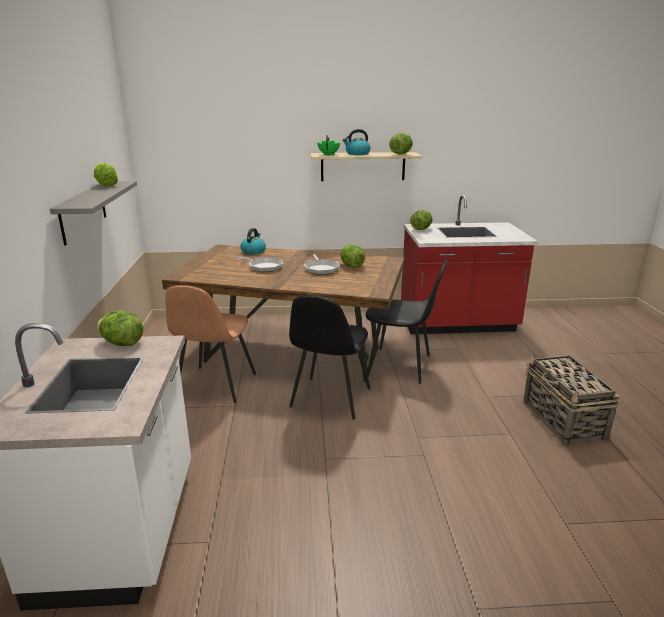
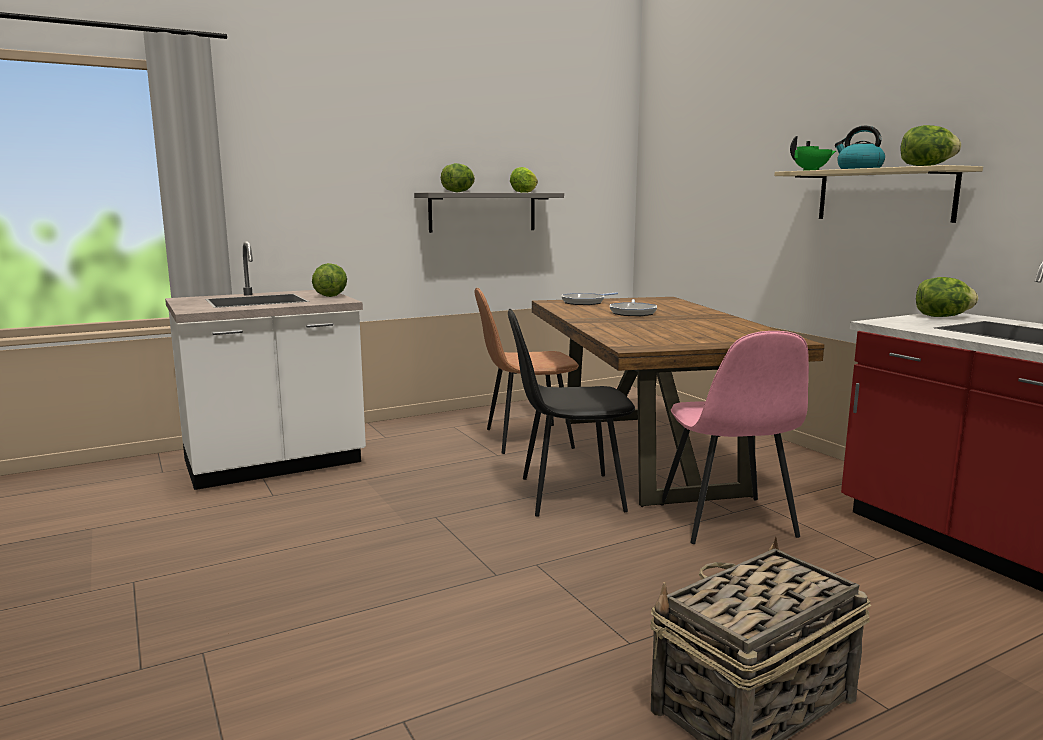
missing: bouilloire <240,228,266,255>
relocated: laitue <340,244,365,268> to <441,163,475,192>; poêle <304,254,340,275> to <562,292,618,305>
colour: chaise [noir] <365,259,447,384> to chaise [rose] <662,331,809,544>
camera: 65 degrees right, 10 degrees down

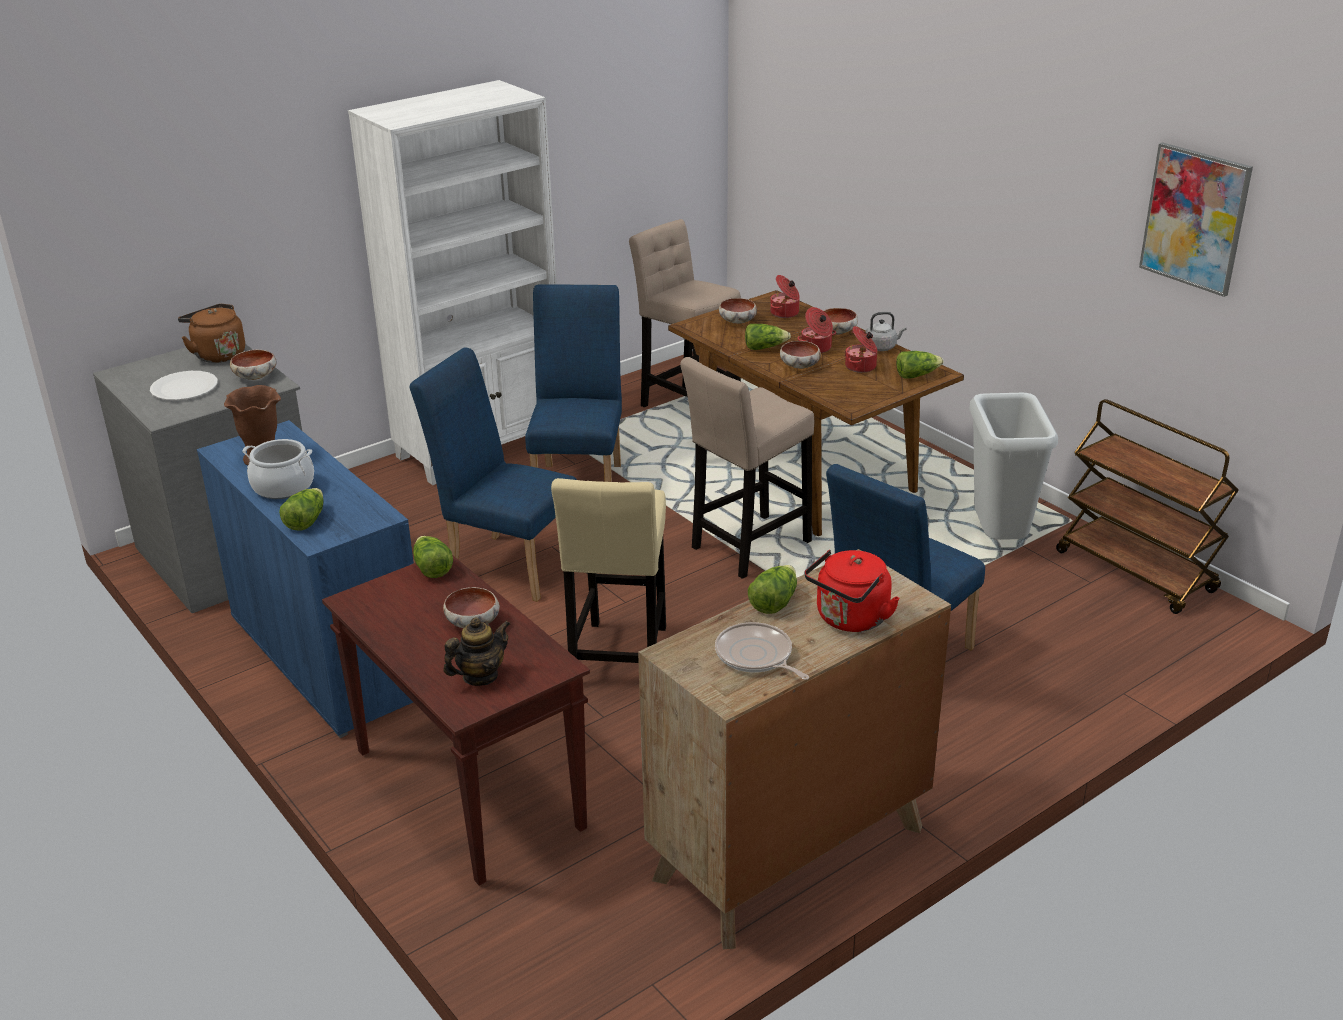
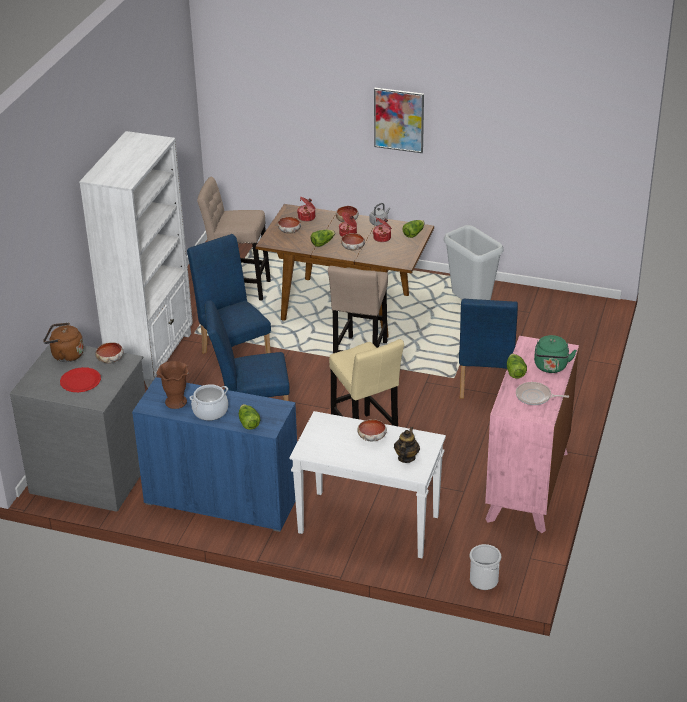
missing: chariot [marron] <1056,399,1239,614>; laitue <413,536,453,578>
appeared: seau <470,544,501,590>
relocated: tableau <1139,142,1253,297> to <374,88,424,153>
colour: assiette [blanc] <150,371,218,400> to assiette [rouge] <60,367,101,392>; commode [marron] <638,549,951,949> to commode [rose] <485,336,579,533>; bouilloire [rouge] <805,550,900,632> to bouilloire [vert] <534,335,577,373>; table console [marron] <322,555,590,886> to table console [blanc] <289,411,446,558>
camera: 35 degrees left, 5 degrees up

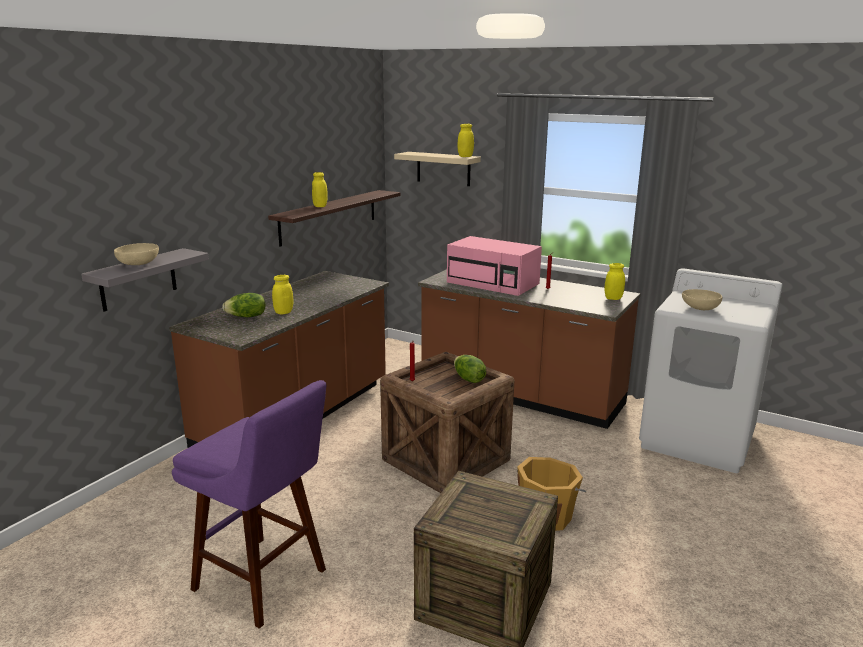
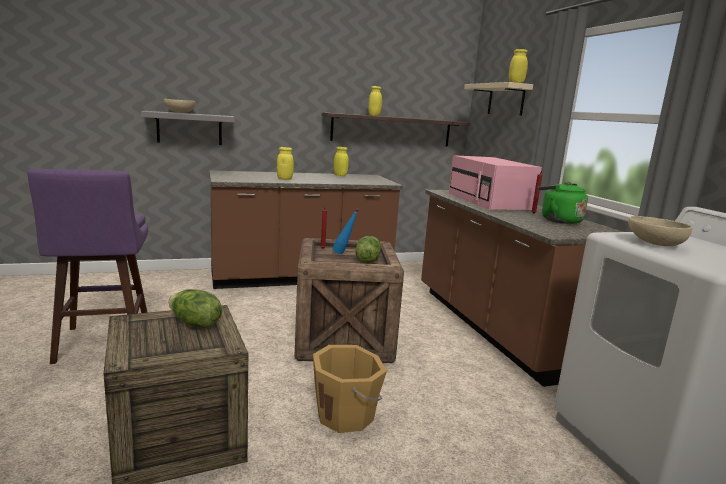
appeared: bouilloire [vert] <538,182,588,224>; bouteille [bleu] <332,208,359,254>
relocated: bocal [jaune] <604,263,625,300> to <333,147,349,176>; laitue <222,293,266,317> to <169,289,222,328>
camera: 40 degrees right, 5 degrees down

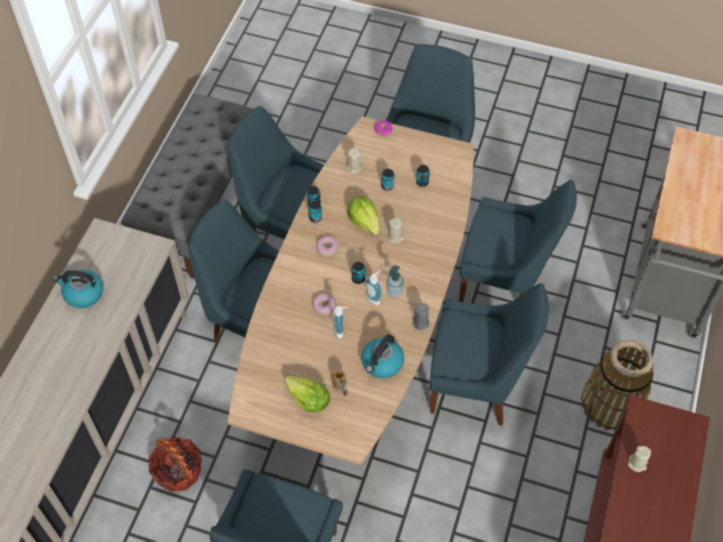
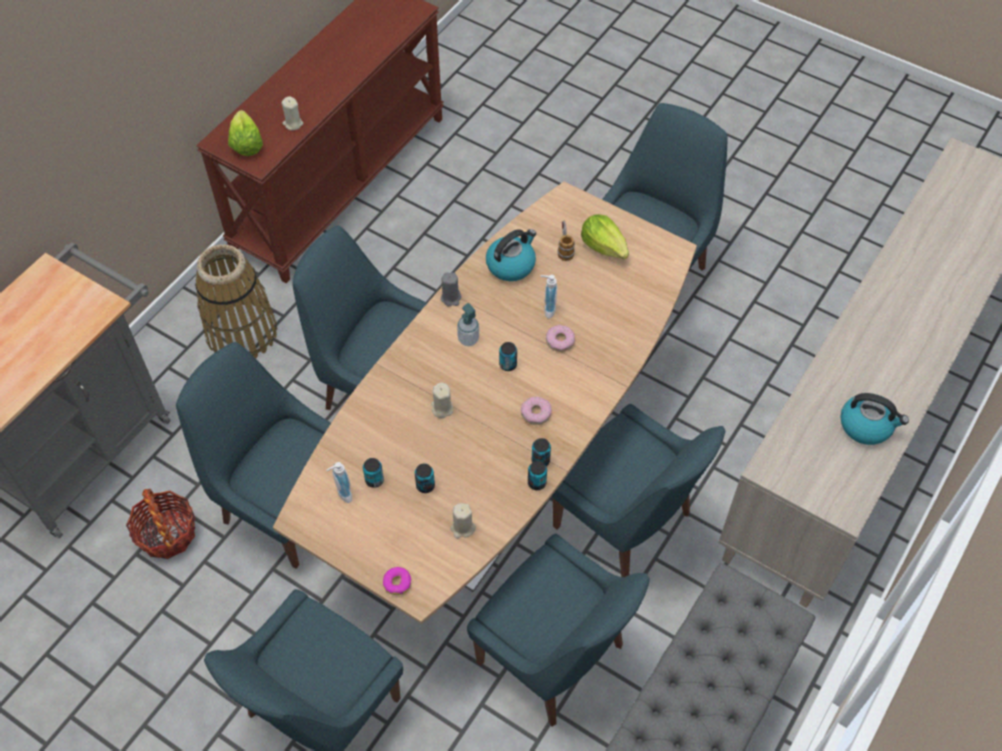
relocated: laitue <348,197,380,235> to <228,110,263,156>; distributeur de savon <365,271,382,305> to <327,462,352,503>; panier <149,436,202,492> to <126,489,195,559>
camera: 165 degrees left, 0 degrees up

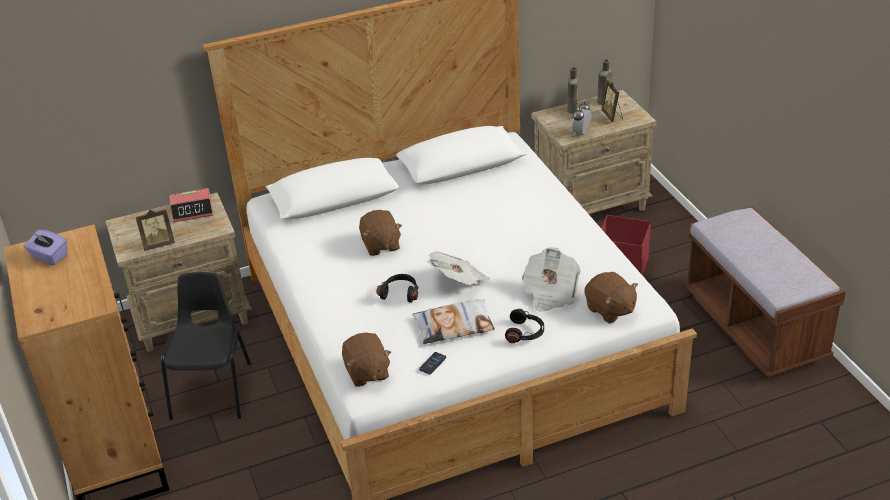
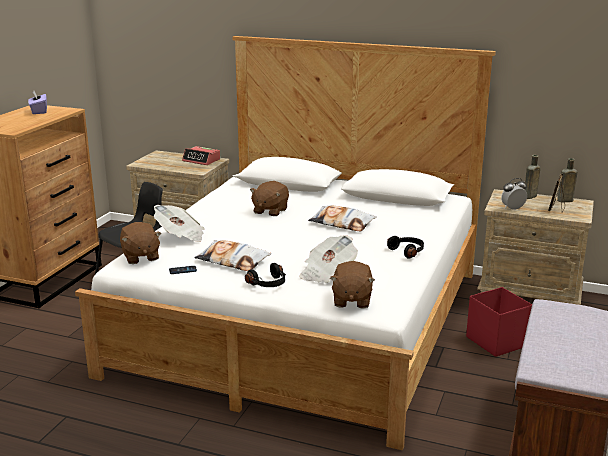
missing: cadre photo <136,210,175,251>
appeared: coussin <308,206,377,232>
relocated: journal <427,252,489,285> to <154,205,205,242>; casque audio [noir] <376,274,418,303> to <387,236,424,258>
spun: peluche [marron] <342,333,391,387> = <120,222,161,264> 45 degrees counterclockwise
camera: 40 degrees right, 15 degrees down

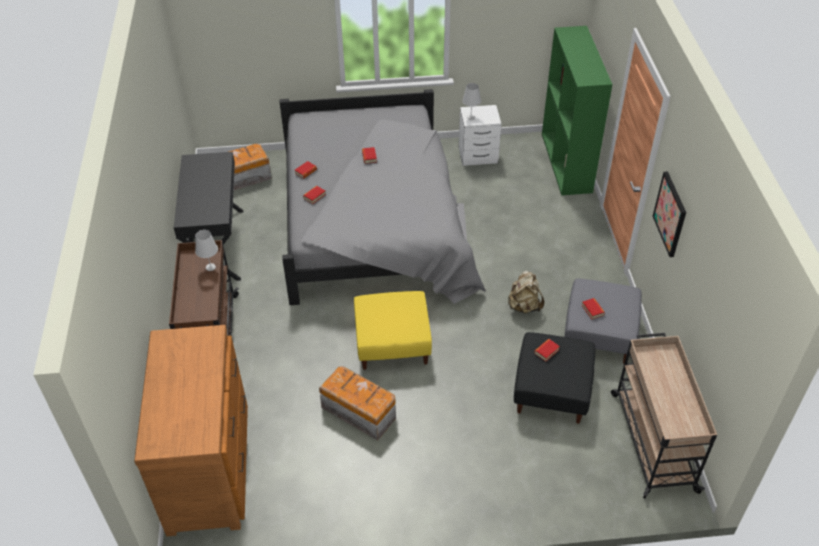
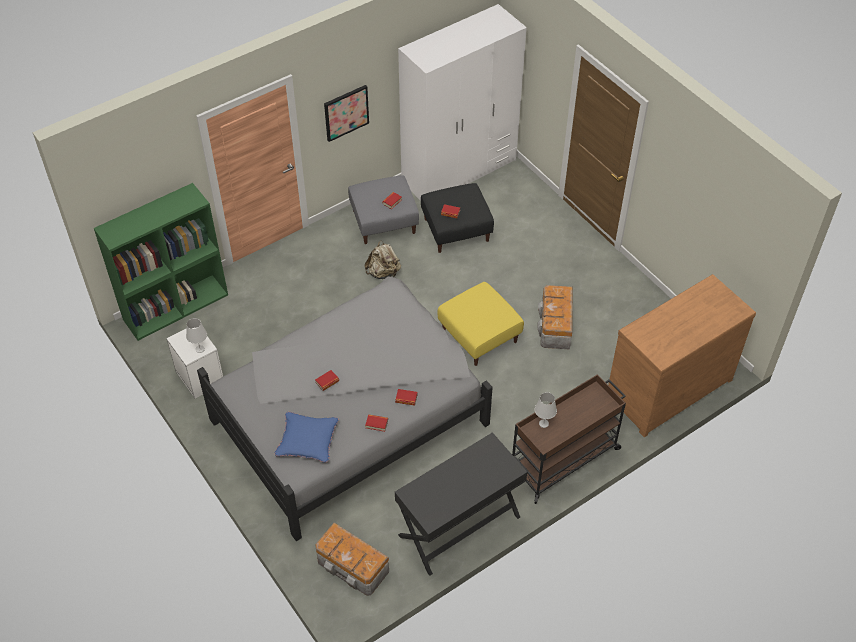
appeared: coussin [bleu] <274,412,339,463>
exchanged: chariot [beige] <611,333,717,499> to armoire [blanc] <398,4,527,201>
camera: 120 degrees left, 5 degrees up

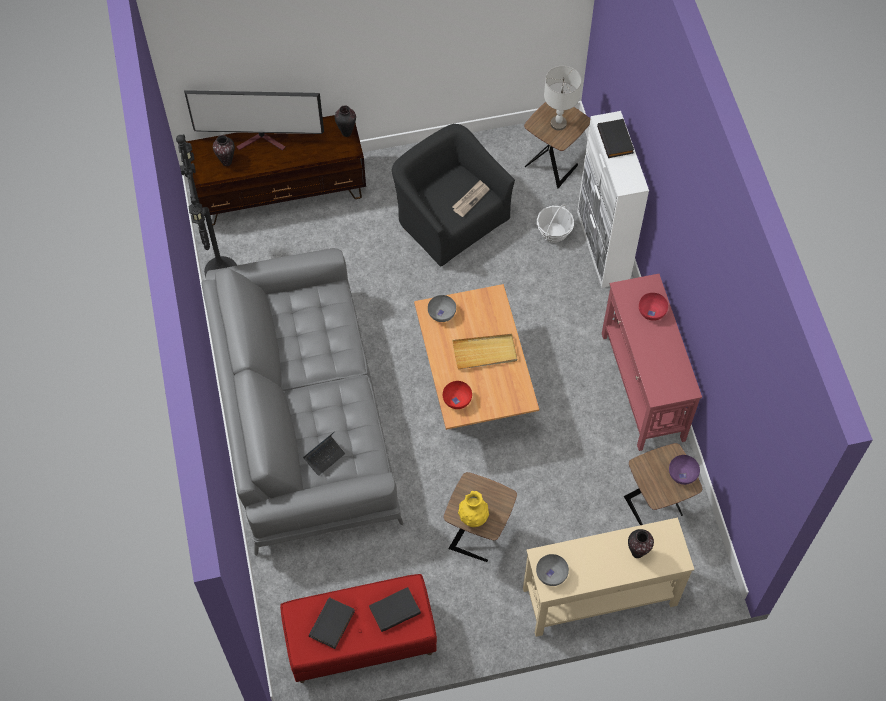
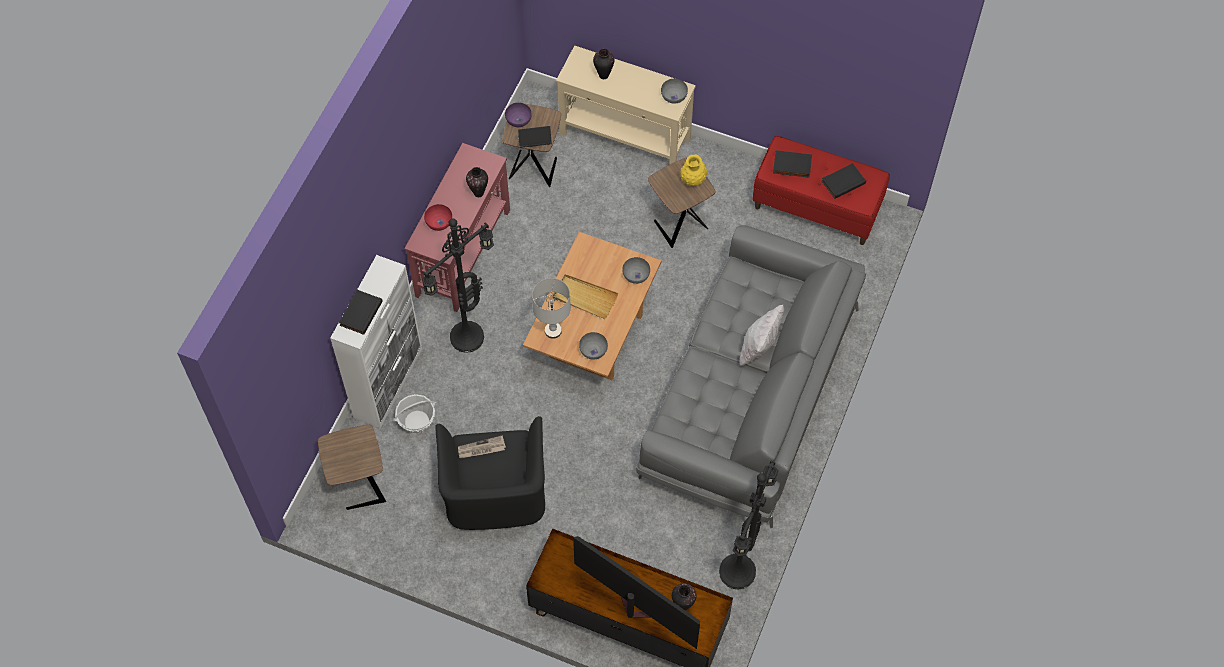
appeared: lampadaire [noir] <422,218,494,353>; coussin [blanc] <739,305,784,366>
relocated: lampe de table [gris] <544,66,581,131> to <532,278,571,339>; vase <335,105,356,137> to <466,167,488,197>; ordinateur portable <303,432,345,476> to <518,126,552,148>
colour: bol [rouge] <443,381,472,409> to bol [gris] <622,257,650,284>
camera: 145 degrees left, 0 degrees up

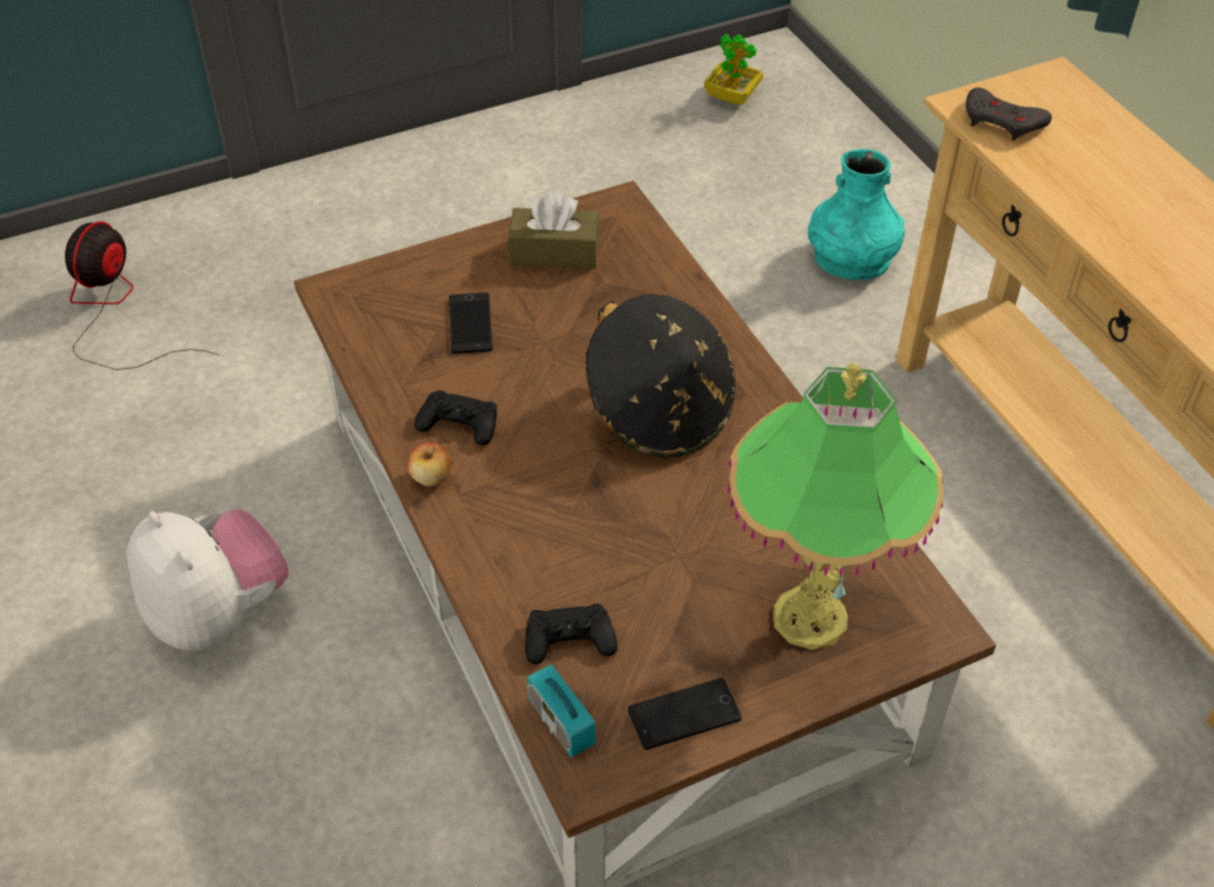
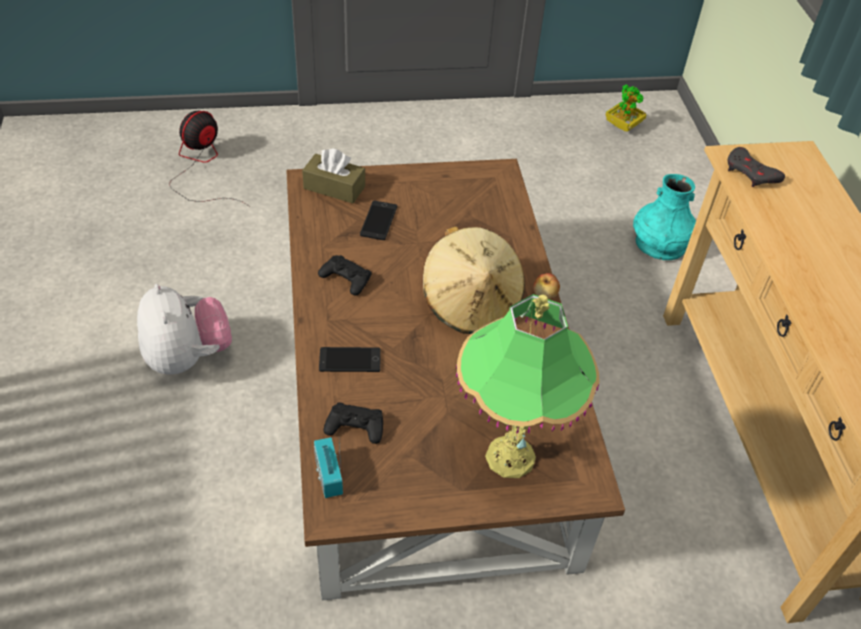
relocated: boîte à mouchoirs [marron] <508,192,599,269> to <302,148,365,203>; pomme <408,442,451,486> to <533,273,560,300>; téléphone <628,678,742,750> to <319,347,380,372>
colour: chapeau [noir] <586,294,736,458> to chapeau [beige] <423,226,525,334>
camera: 15 degrees right, 0 degrees up

